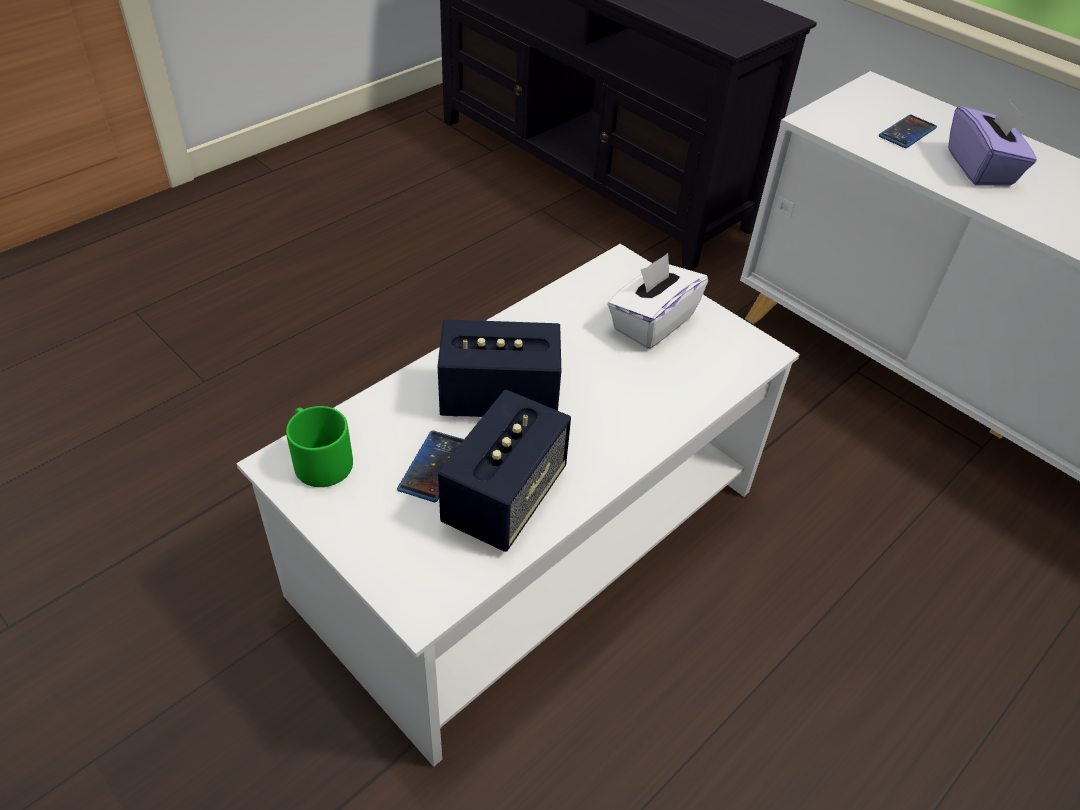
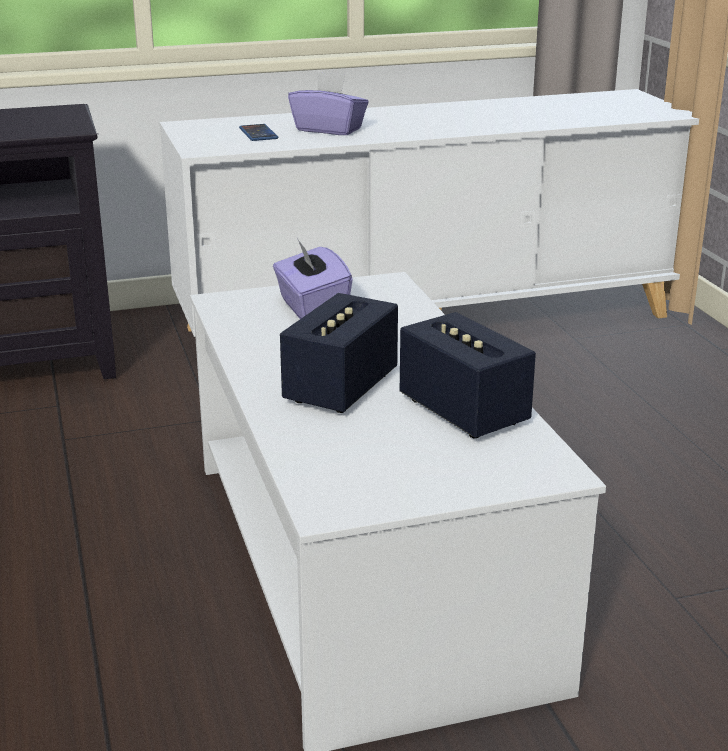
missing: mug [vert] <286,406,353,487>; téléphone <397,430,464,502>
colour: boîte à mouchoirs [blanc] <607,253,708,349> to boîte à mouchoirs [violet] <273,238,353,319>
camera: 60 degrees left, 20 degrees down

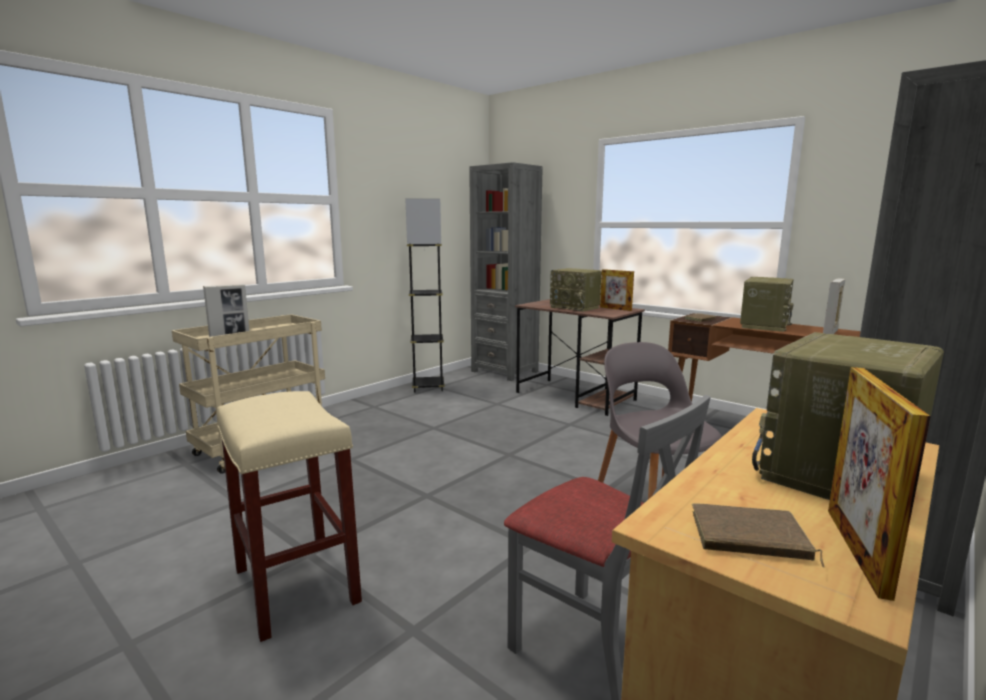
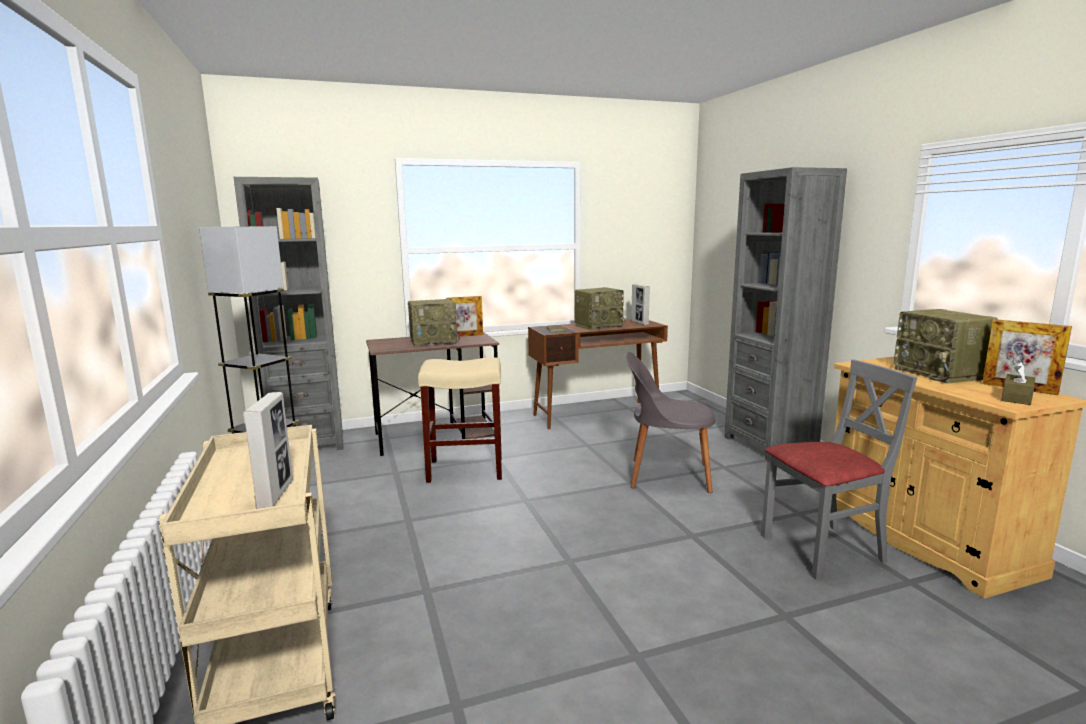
relocated: tabouret [beige] <217,391,362,642> to <418,357,502,483>
exchanged: livre [marron] <692,503,824,567> to boîte à mouchoirs [marron] <1001,362,1035,405>
spun: radio <740,277,794,332> = <574,287,625,330> 90 degrees clockwise
camera: 60 degrees left, 0 degrees up

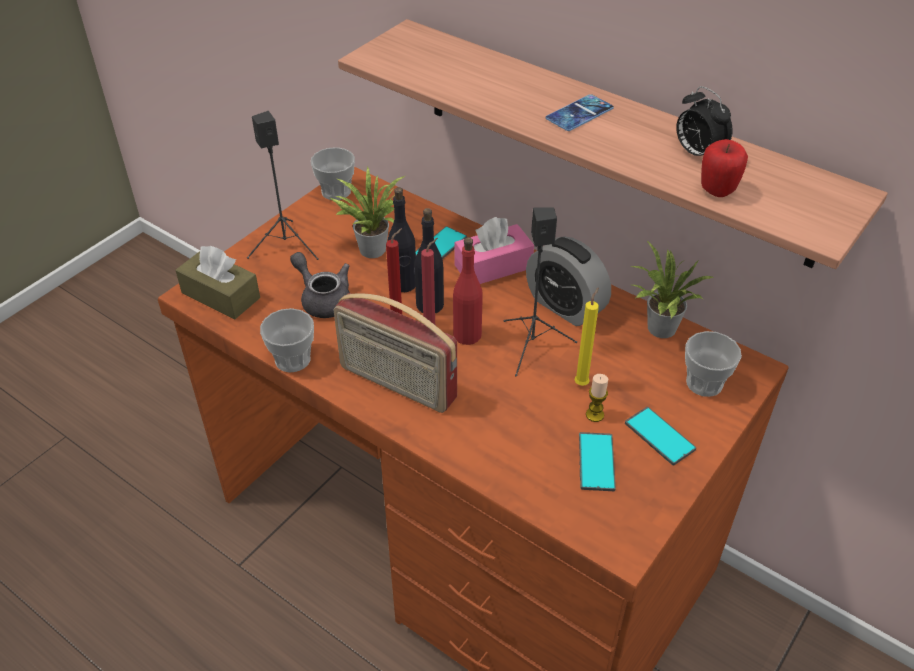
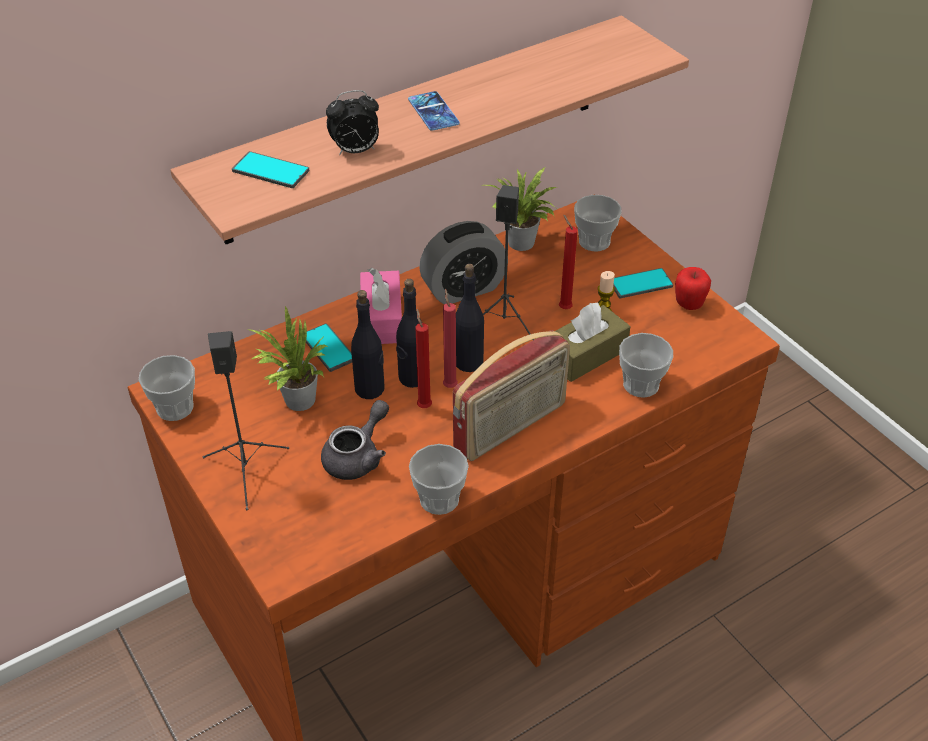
appeared: tasse <619,333,673,398>
relocated: réveil <676,86,733,156> to <326,90,379,155>; pomme <701,139,748,197> to <675,267,711,310>; boîte à mouchoirs [marron] <176,246,260,319> to <555,303,630,382>; téléphone <579,432,616,491> to <232,151,310,188>
colour: bouteille [rouge] <453,237,483,345> to bouteille [noir] <456,264,484,372>; bougie [jaune] <574,287,599,386> to bougie [rouge] <559,214,578,309>
spun: théière [gris] <290,252,350,318> = <321,400,389,480> 150 degrees clockwise
camera: 70 degrees left, 0 degrees up

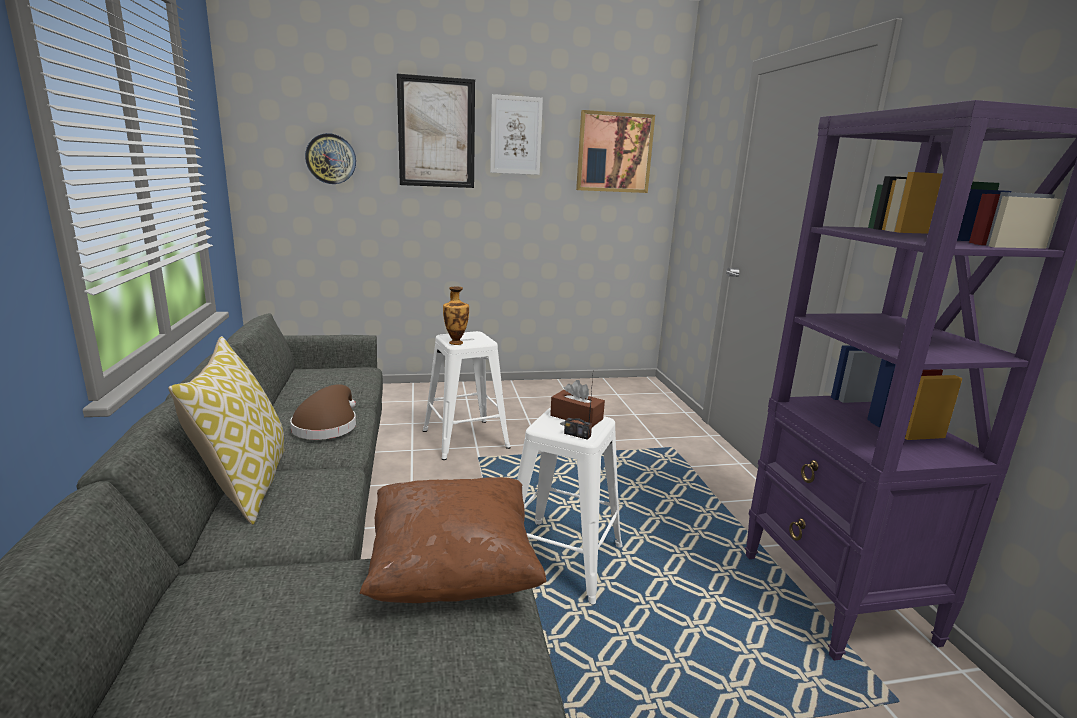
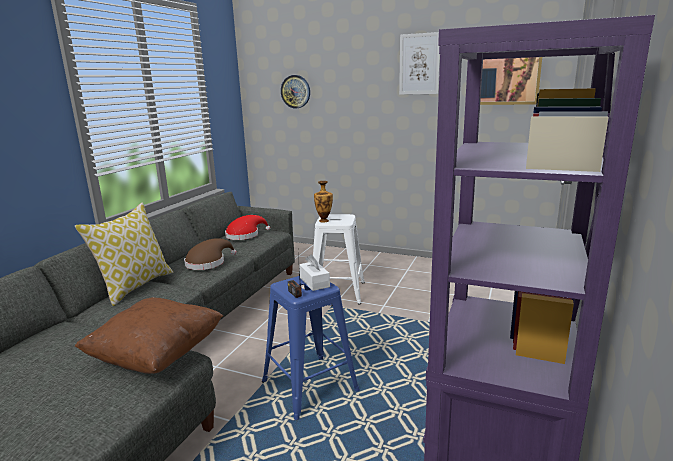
missing: tableau <397,74,475,188>
appeared: chapeau [rouge] <225,215,270,240>
colour: boîte à mouchoirs [marron] <550,380,605,427> to boîte à mouchoirs [blanc] <299,254,330,291>; tabouret [blanc] <517,408,622,604> to tabouret [bleu] <262,276,360,420>
camera: 35 degrees right, 0 degrees up

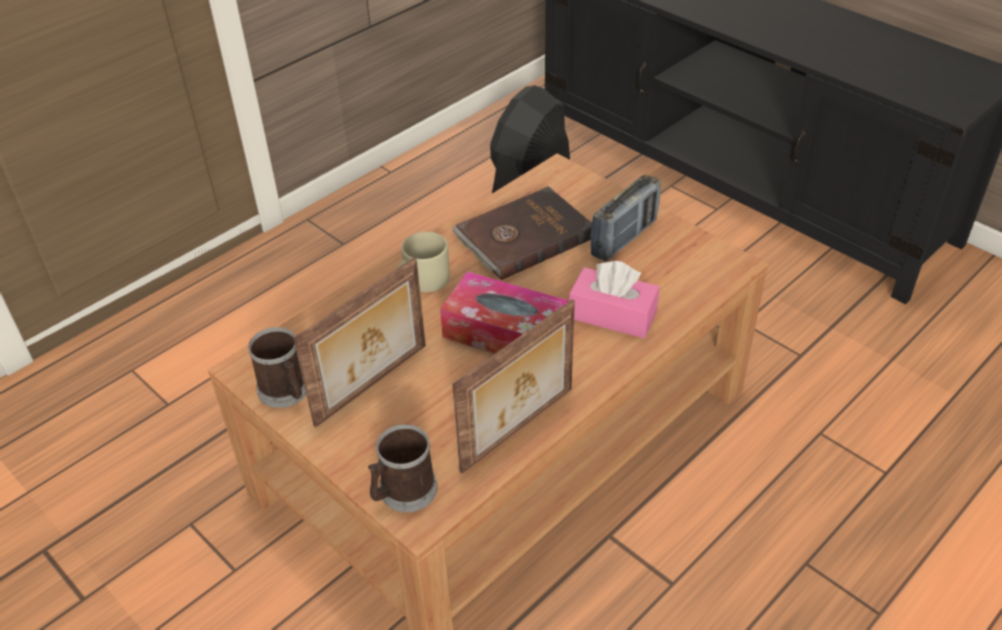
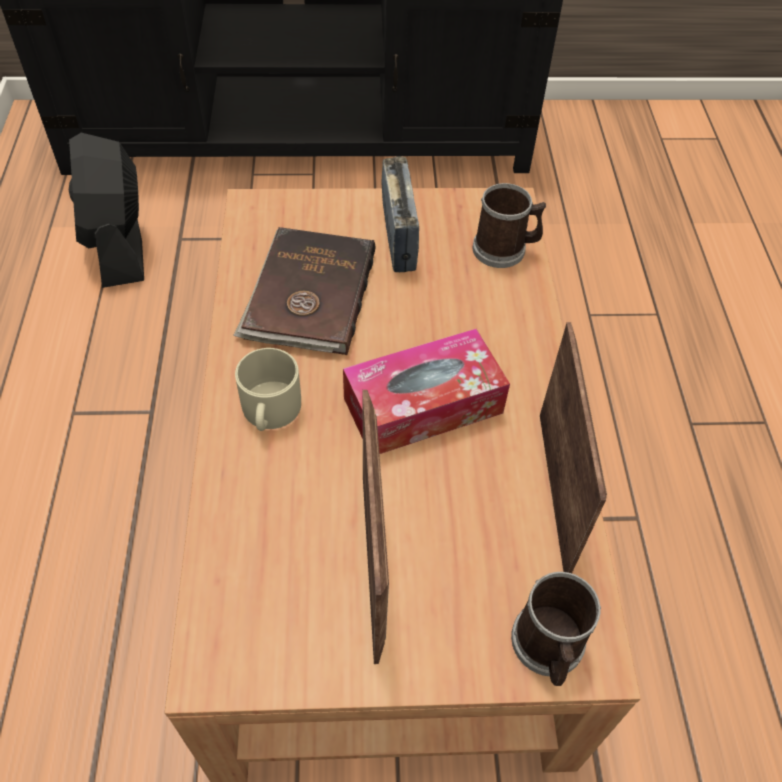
missing: boîte à mouchoirs [rose] <569,261,660,338>
relocated: mug <248,327,306,408> to <472,183,546,268>
camera: 50 degrees left, 10 degrees up

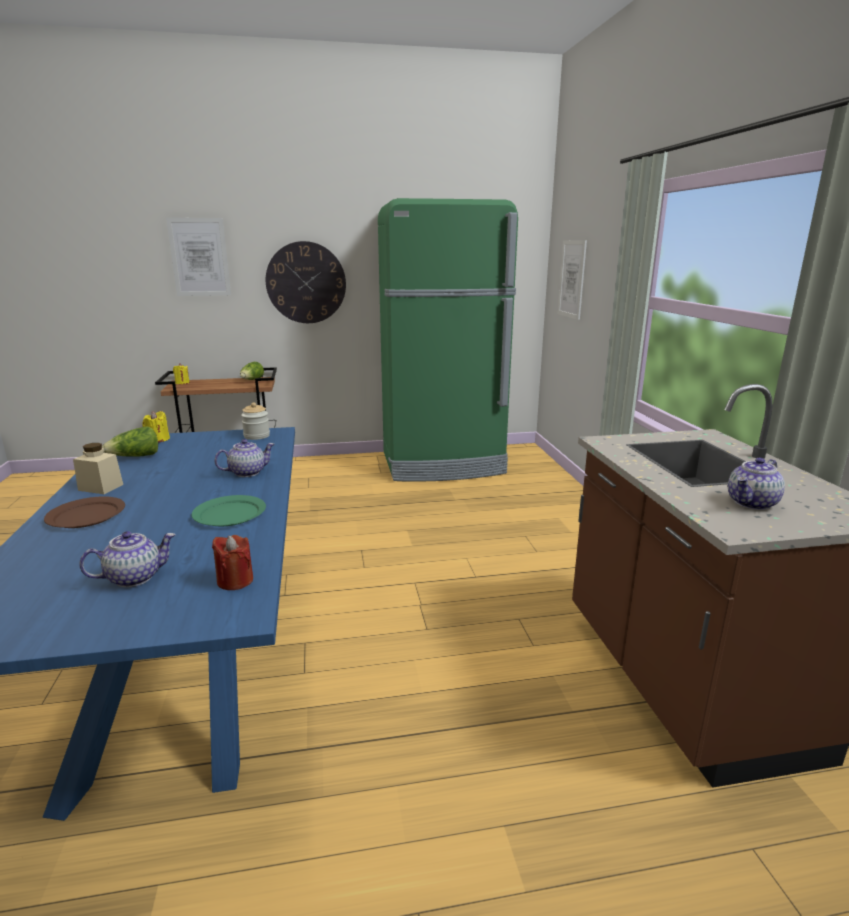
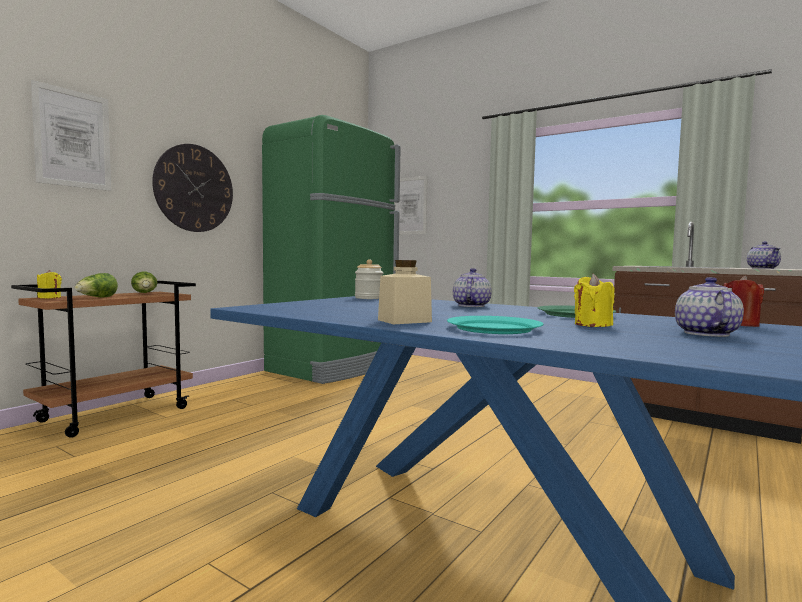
relocated: bougie [jaune] <143,411,170,443> to <574,274,614,327>; laitue <102,426,158,457> to <75,273,118,297>
colour: assiette [marron] <44,496,125,528> to assiette [turquoise] <447,316,544,334>
camera: 45 degrees left, 15 degrees down

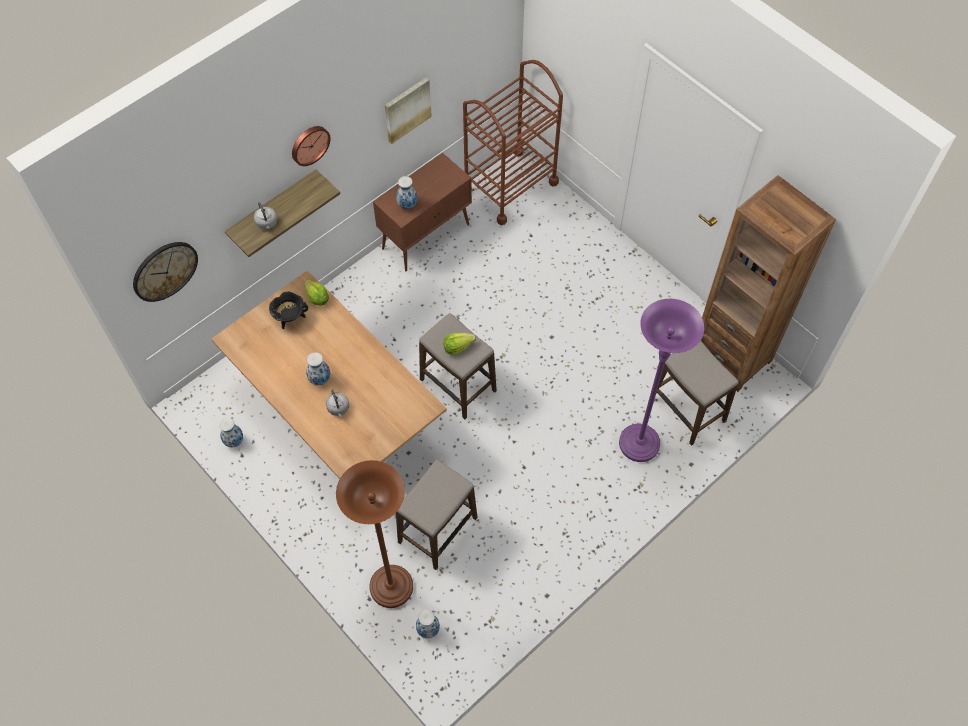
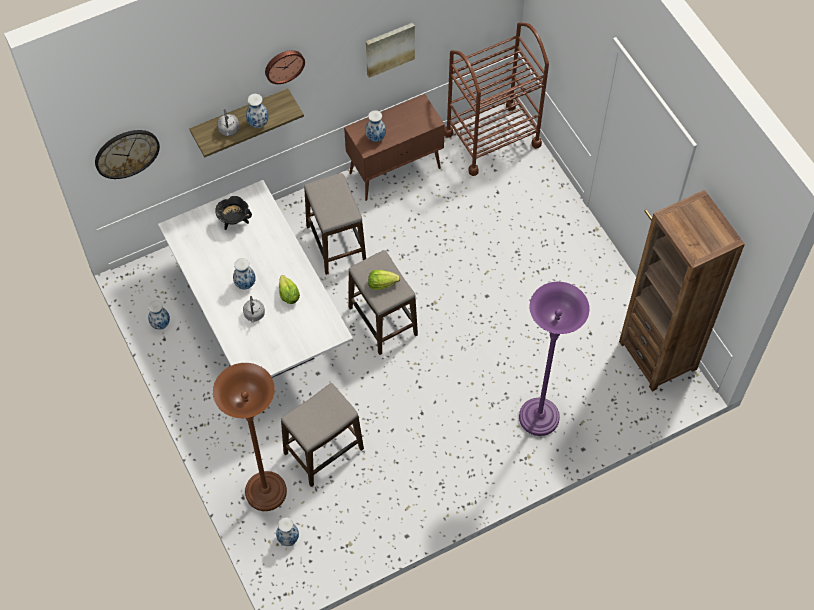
appeared: vase <246,94,269,128>
relocated: laitue <304,280,329,306> to <279,275,300,304>; tabouret <656,341,738,446> to <304,173,366,275>
colour: table à manger [marron] <211,270,447,479> to table à manger [blanc] <158,180,353,378>
camera: 15 degrees right, 0 degrees up

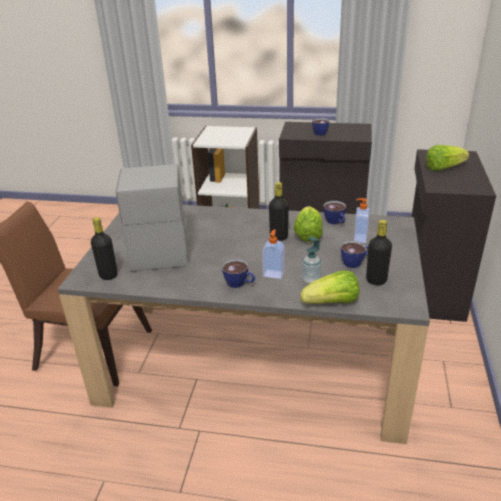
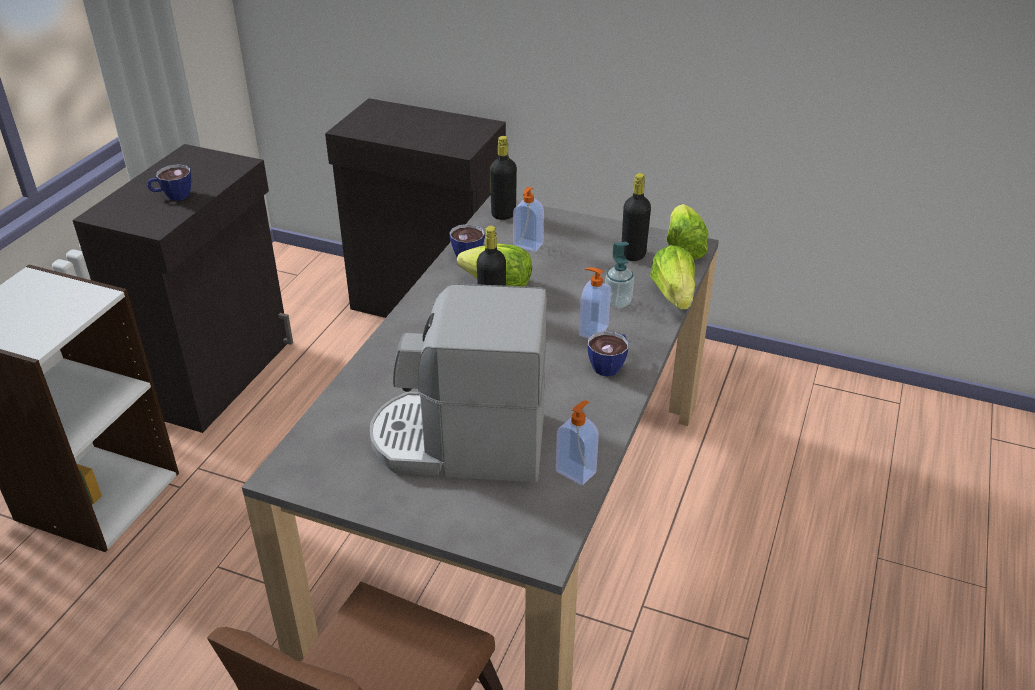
missing: tasse <341,241,368,268>
appeared: distributeur de savon <556,401,599,485>
relocated: laitue <426,145,469,171> to <666,204,709,260>; bouteille [noir] <91,217,118,280> to <490,136,517,220>
camera: 80 degrees left, 5 degrees up

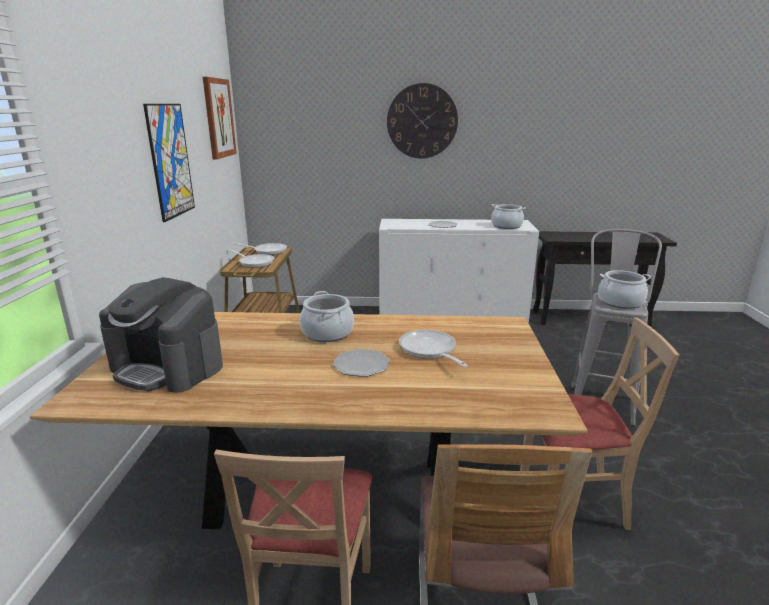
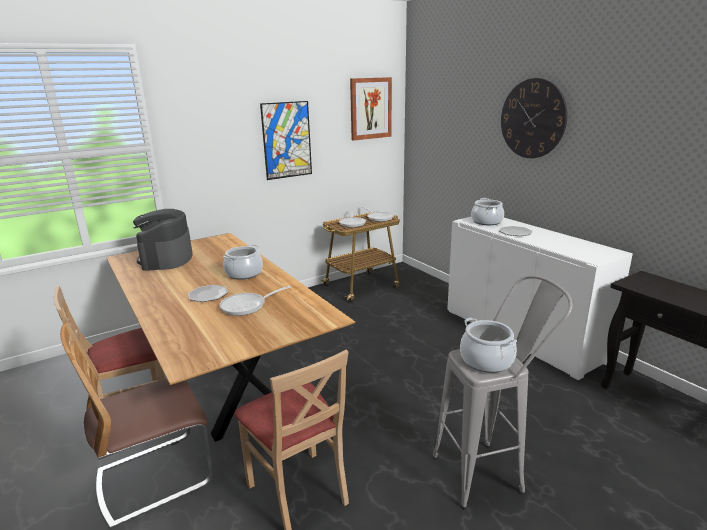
relocated: marmite <491,204,526,229> to <471,198,504,225>
spun: poêle <399,330,468,368> = <219,286,291,316> 150 degrees counterclockwise
camera: 55 degrees right, 0 degrees up

